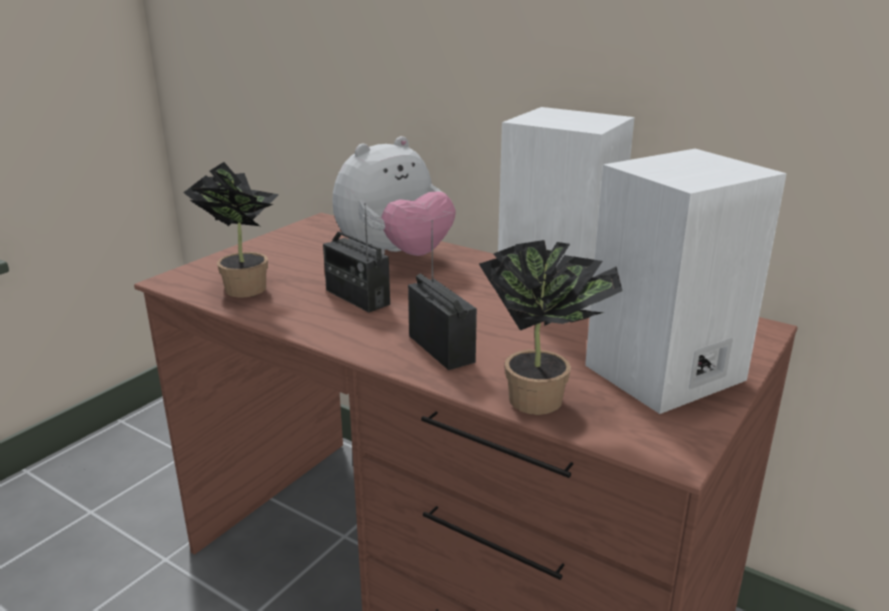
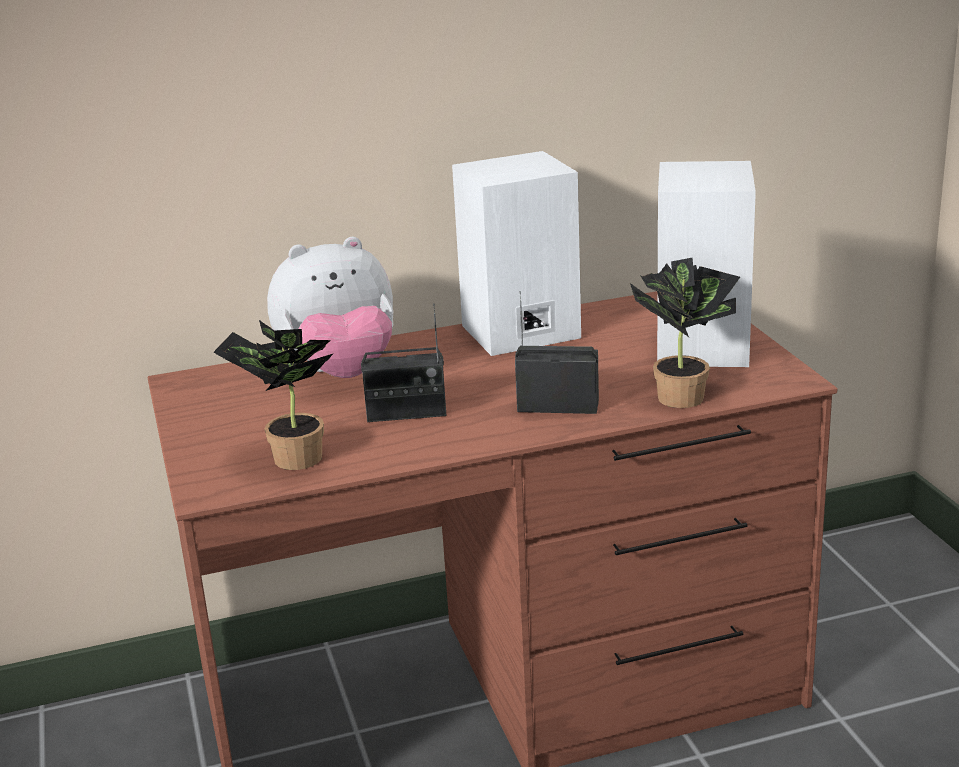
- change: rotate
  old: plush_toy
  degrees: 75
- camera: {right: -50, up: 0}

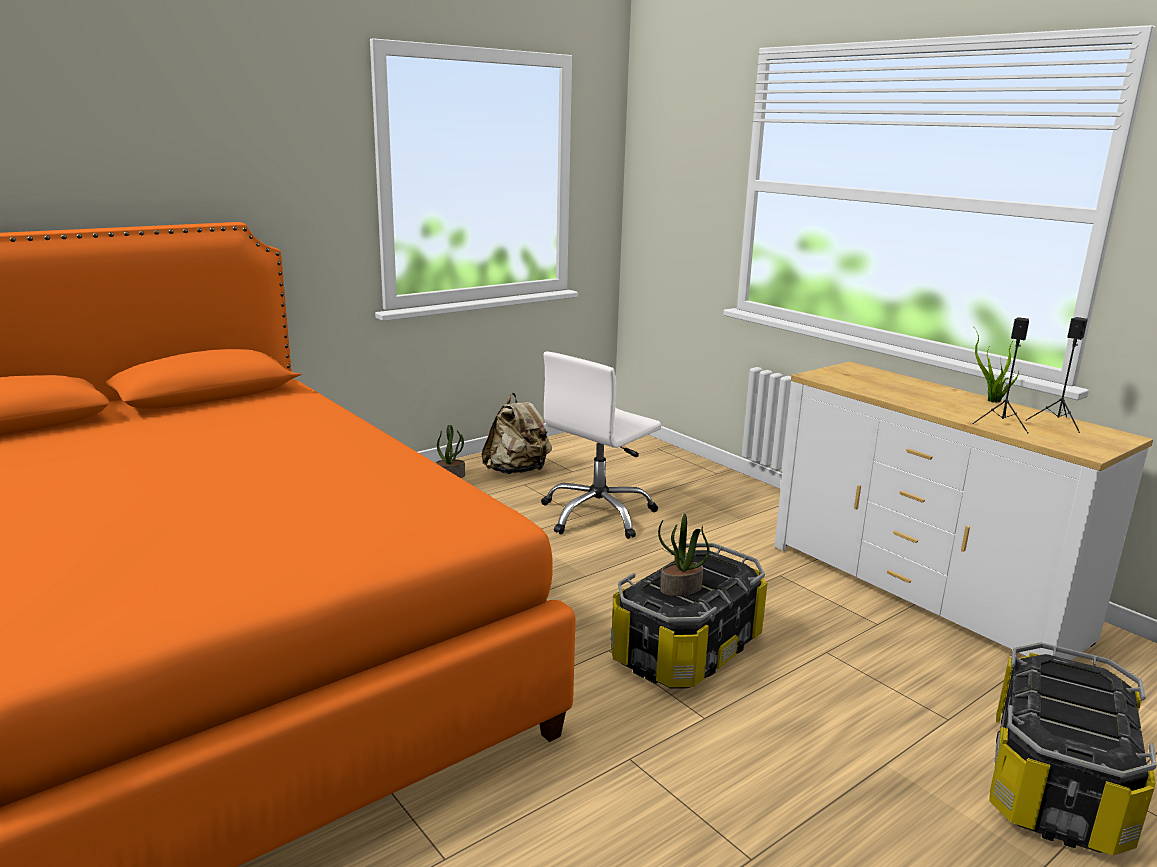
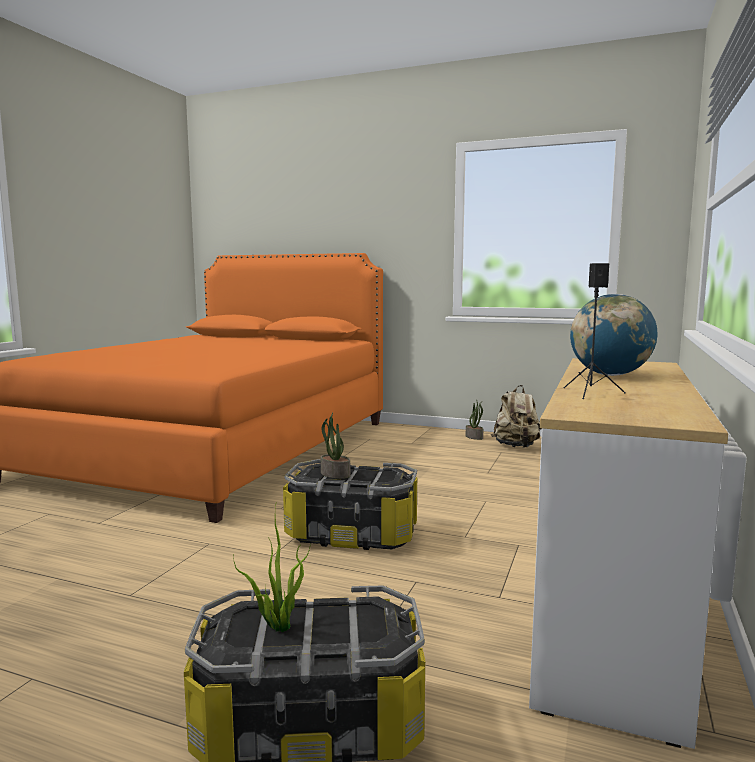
- change: delete
  old: black-coloured_audio_speaker (2nd from left)
- change: move
  old: potted_plant (3rd from left in the first image)
  new: potted_plant (1st from left)
- change: delete
  old: white_office_chair
- change: insert
  new: globe
- camera: {right: 60, up: -10}

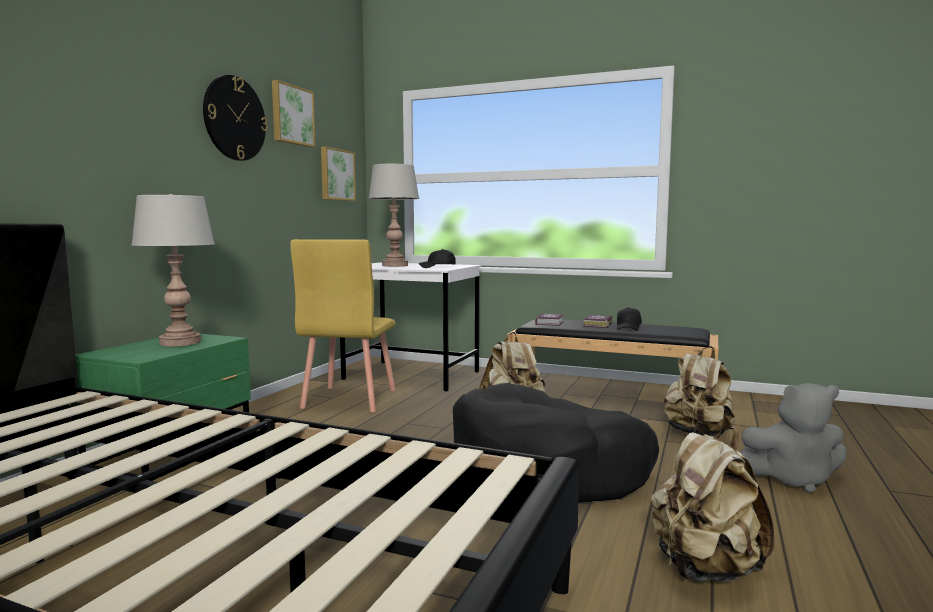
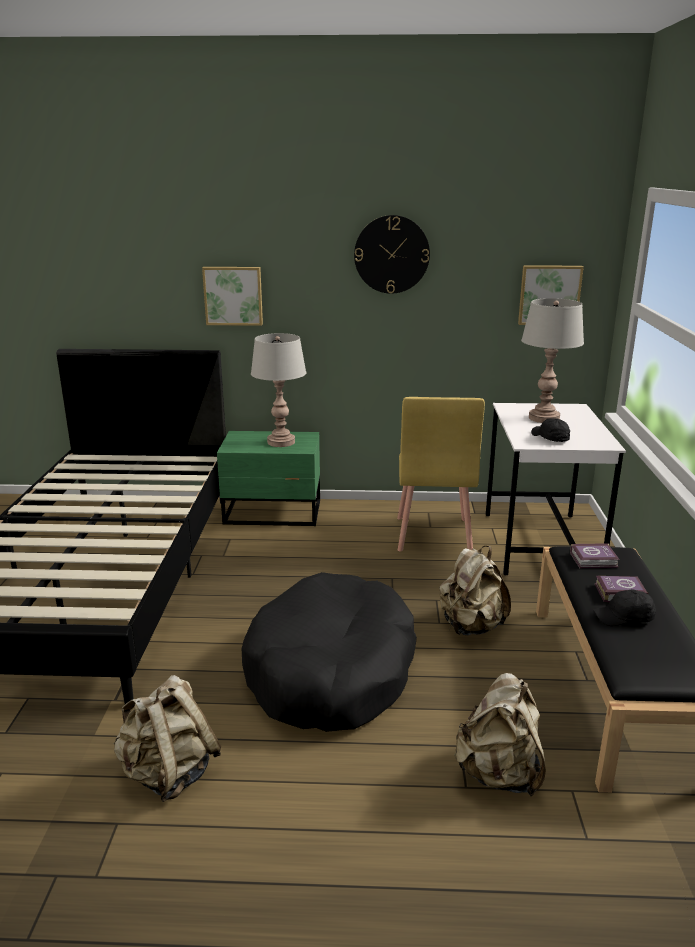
- change: move
  old: wall_art (1st from left)
- change: rotate
  old: yellow-coloured_upright_chair
  degrees: -75
- change: delete
  old: grey_plush_toy
- camera: {right: 70, up: 15}

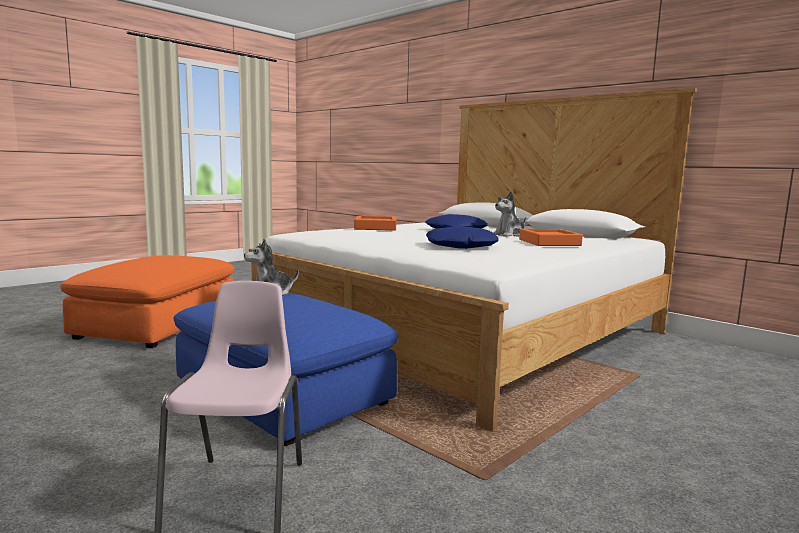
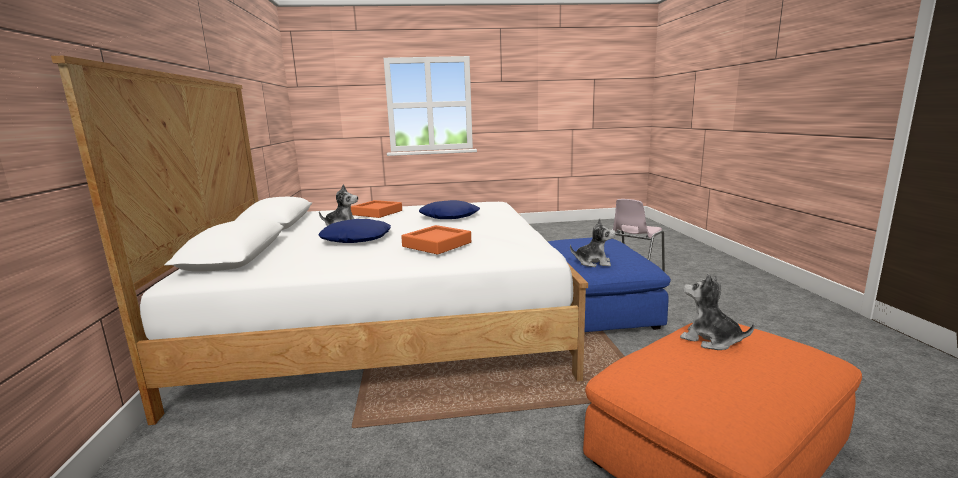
- change: insert
  new: plush_toy (3rd from left)
- camera: {right: -140, up: 5}

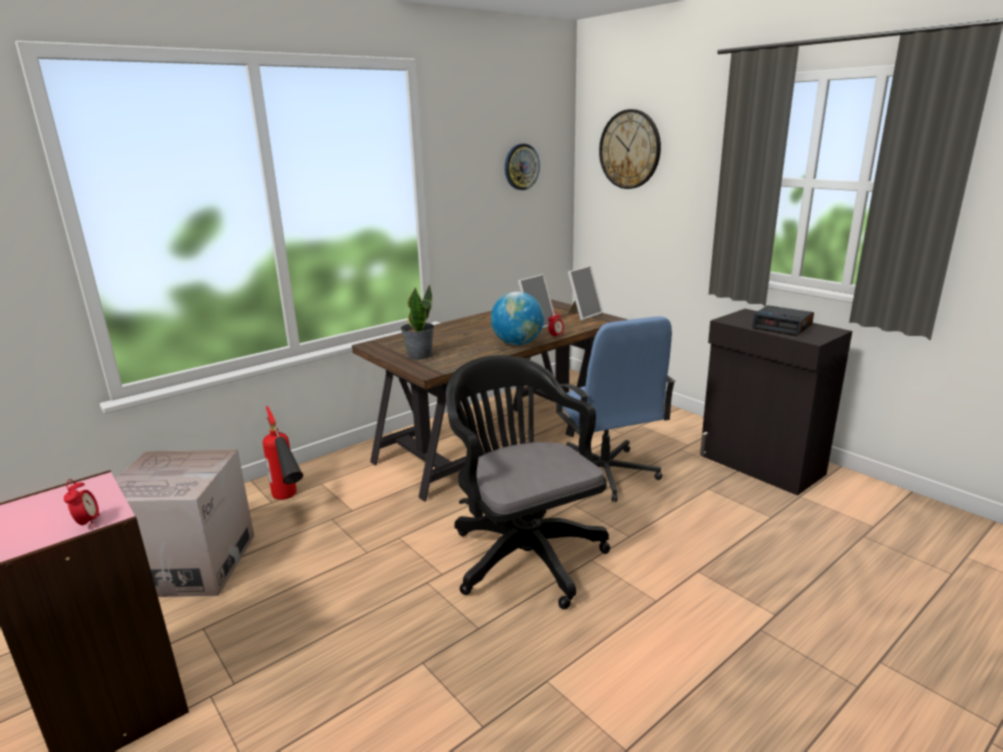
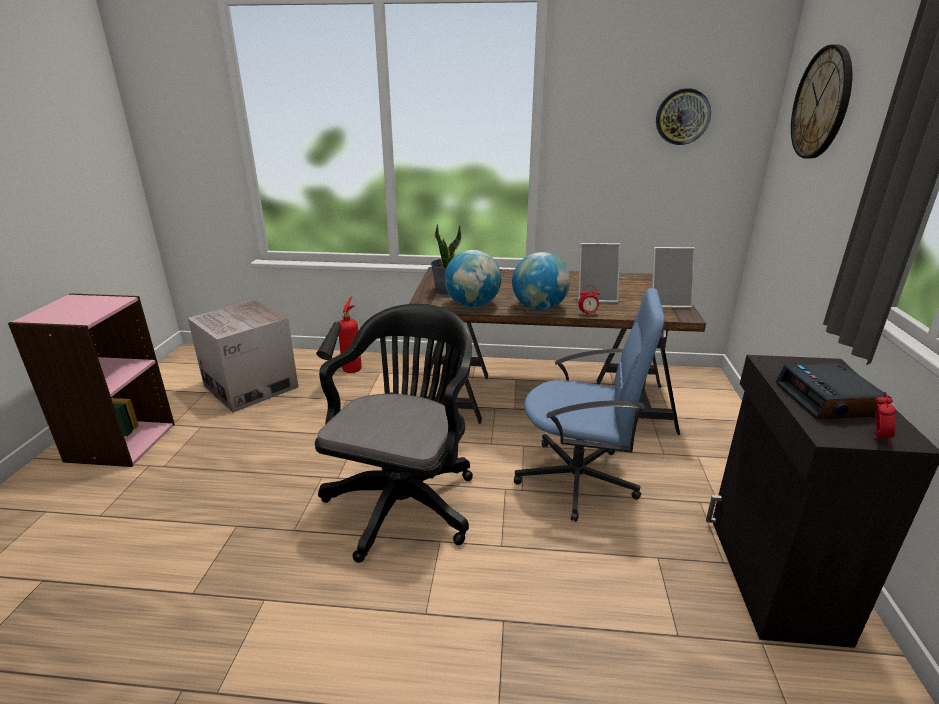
- change: rotate
  old: blue_office_chair
  degrees: -105
- change: move
  old: bedside_clock (1st from left in the first image)
  new: bedside_clock (3rd from left)
- change: insert
  new: globe (1st from left)
- camera: {right: 45, up: 5}

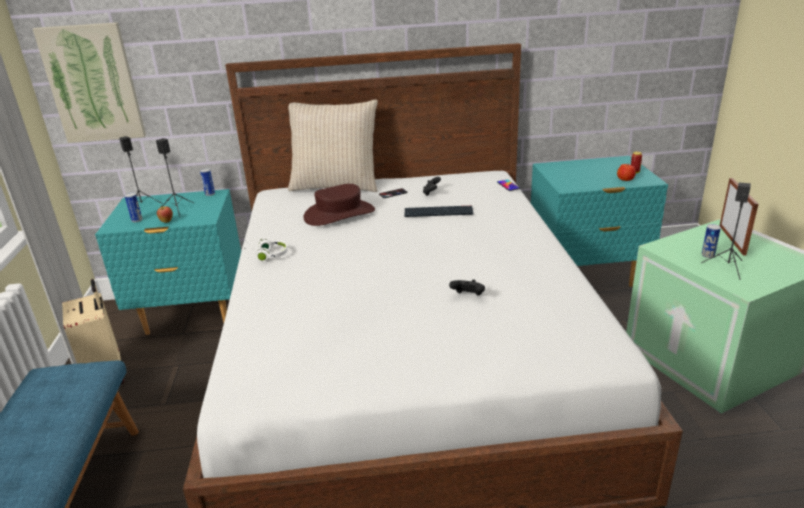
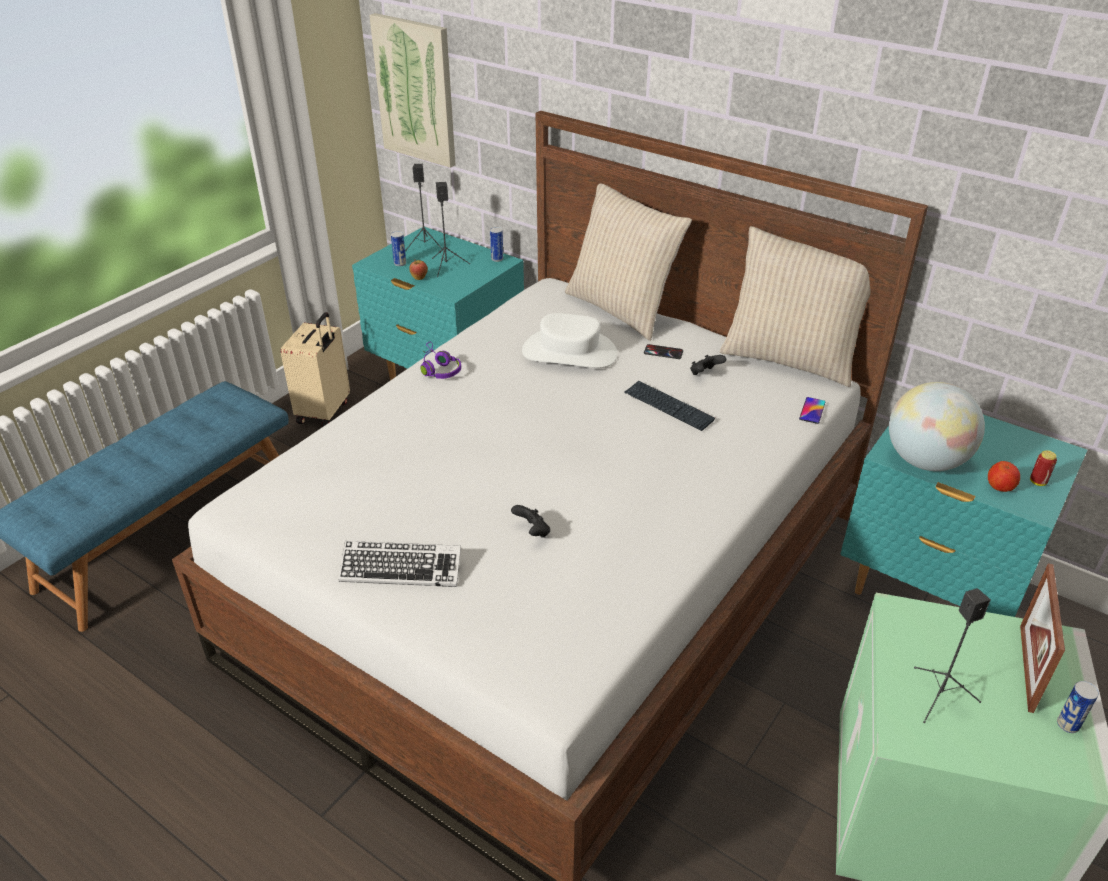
- change: rotate
  old: standing_frame
  degrees: 150
- change: recolor
  old: brown_hat
  new: white_hat
- change: move
  old: metal_can (4th from left)
- change: recolor
  old: white_headset
  new: purple_headset
- change: insert
  new: sand-coloured_pillow (2nd from left)
- change: insert
  new: globe
- change: insert
  new: computer_keyboard (1st from left)
- camera: {right: 40, up: 10}

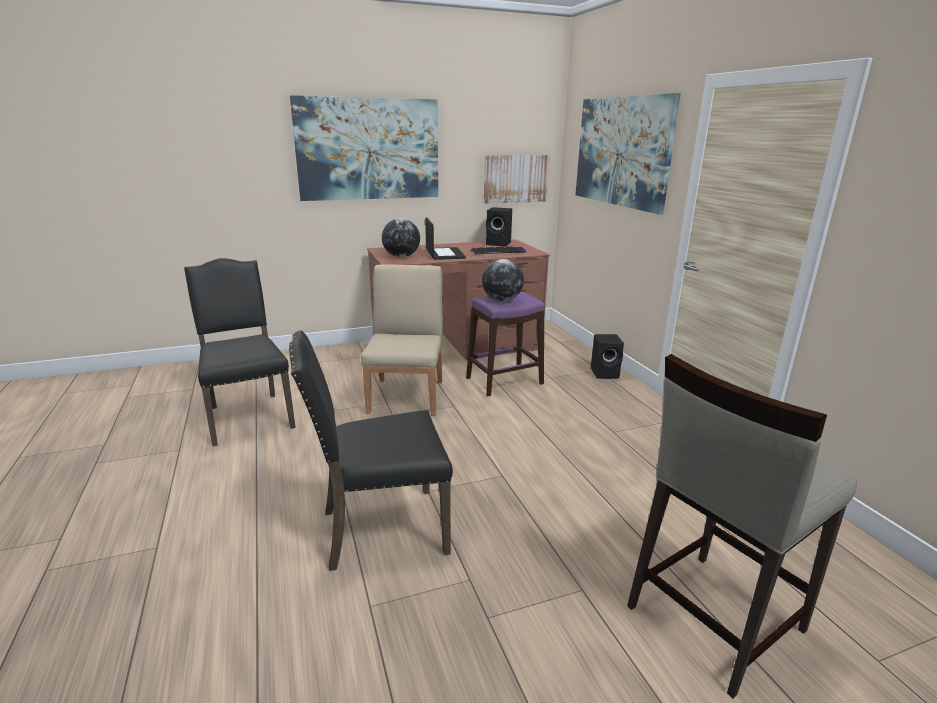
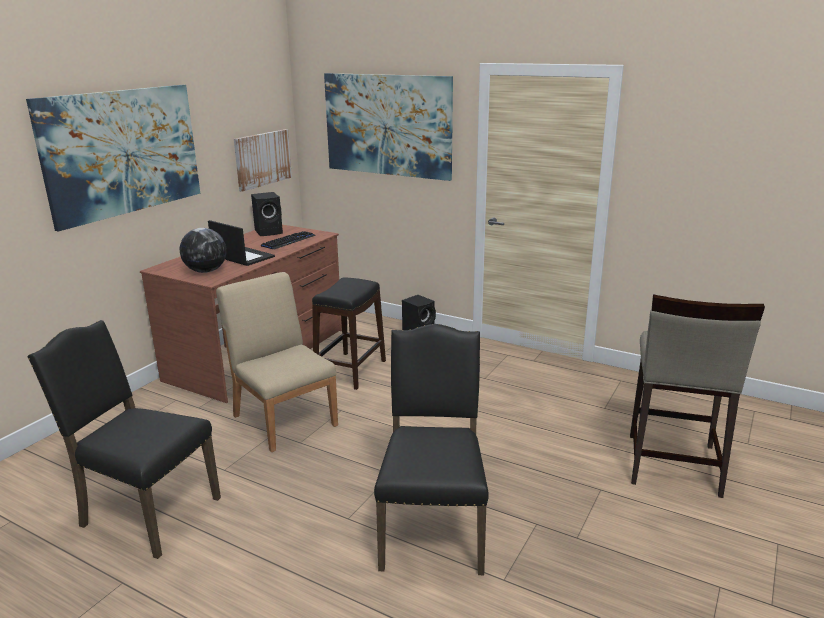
- change: delete
  old: globe (2nd from left)
- change: recolor
  old: purple_stool_seat
  new: black-coloured_stool_seat
- change: rotate
  old: black-coloured_upright_chair (2nd from left)
  degrees: 150
- camera: {right: -40, up: 0}

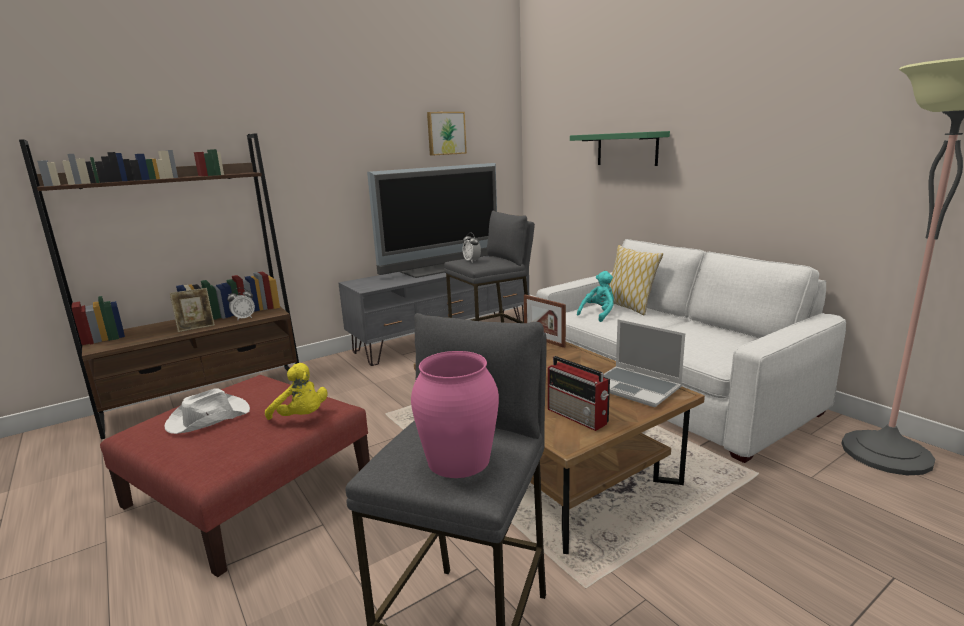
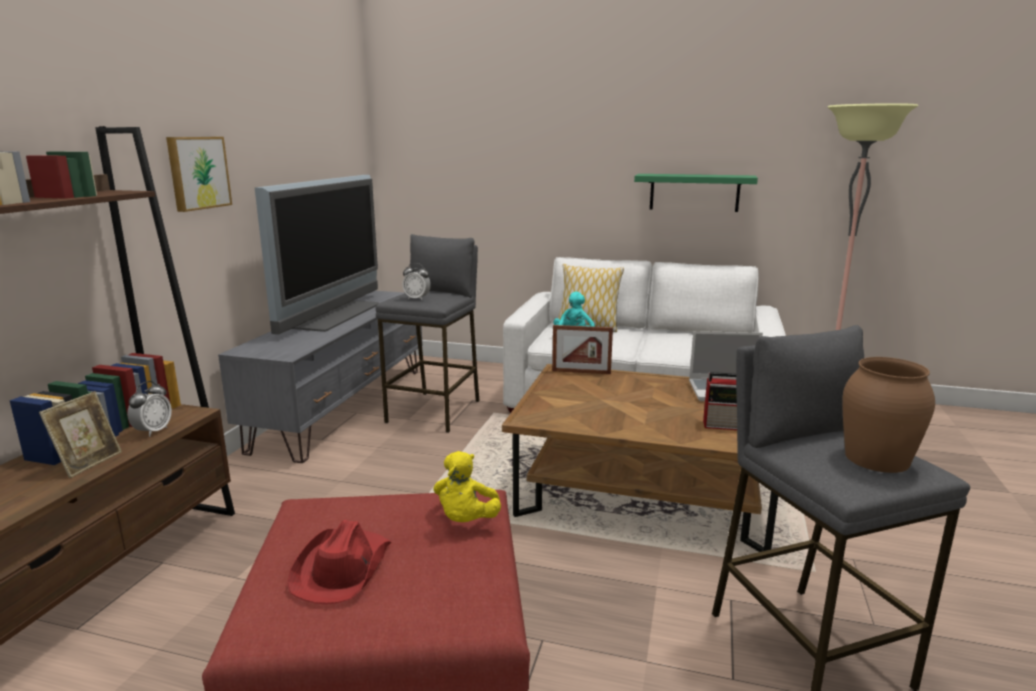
- change: move
  old: wall_art
- change: move
  old: green-coloured_shelf
- change: recolor
  old: pink_decorative_vase
  new: brown_decorative_vase
- change: rotate
  old: yellow-coloured_plush_toy
  degrees: 105
- change: recolor
  old: white_hat
  new: reddish_hat
- camera: {right: -40, up: 0}

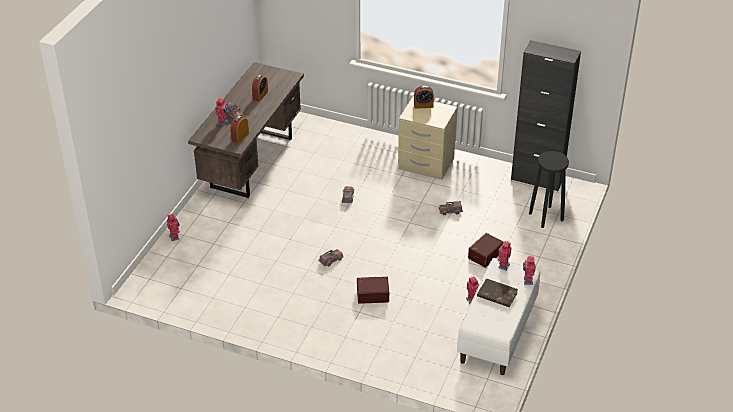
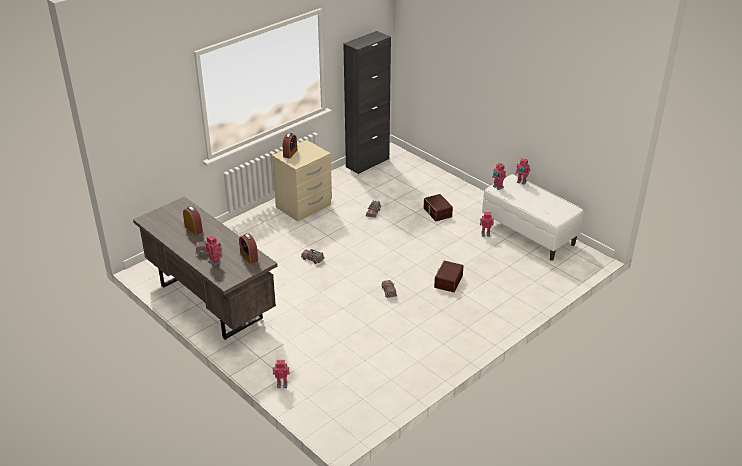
- change: delete
  old: black-coloured_stool_seat
- change: delete
  old: brown_volume
- camera: {right: -65, up: -5}

